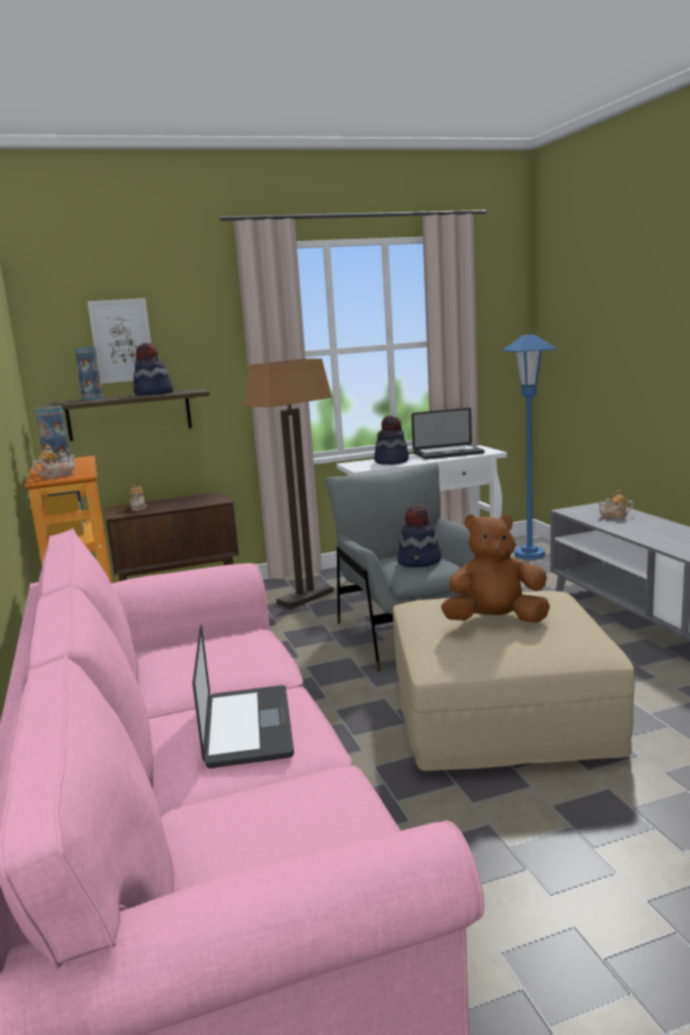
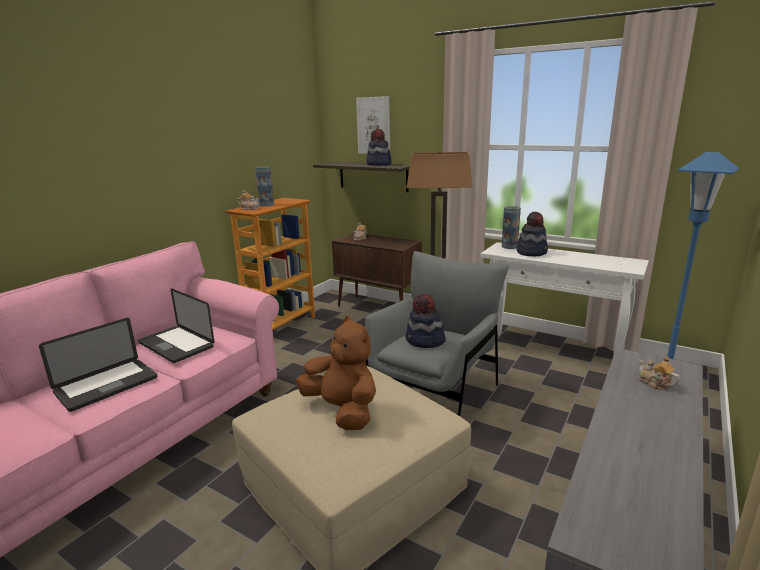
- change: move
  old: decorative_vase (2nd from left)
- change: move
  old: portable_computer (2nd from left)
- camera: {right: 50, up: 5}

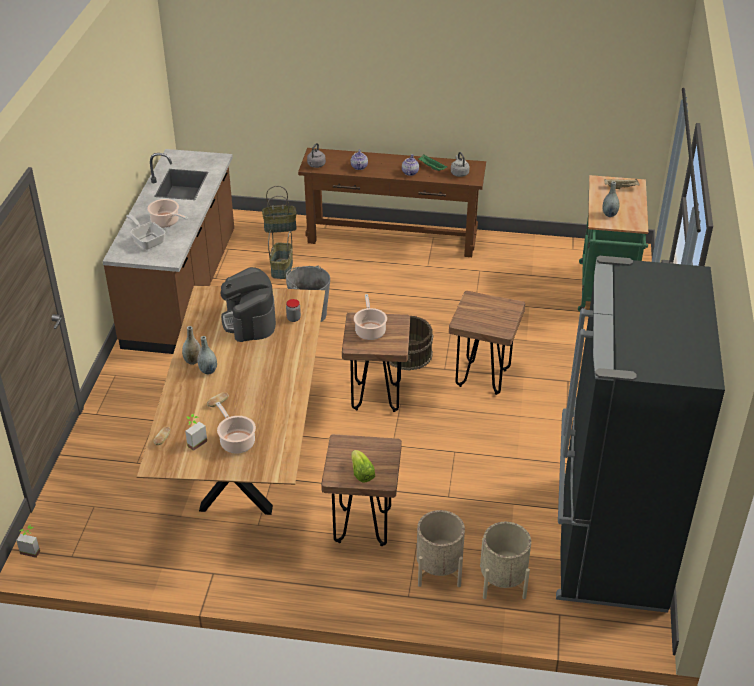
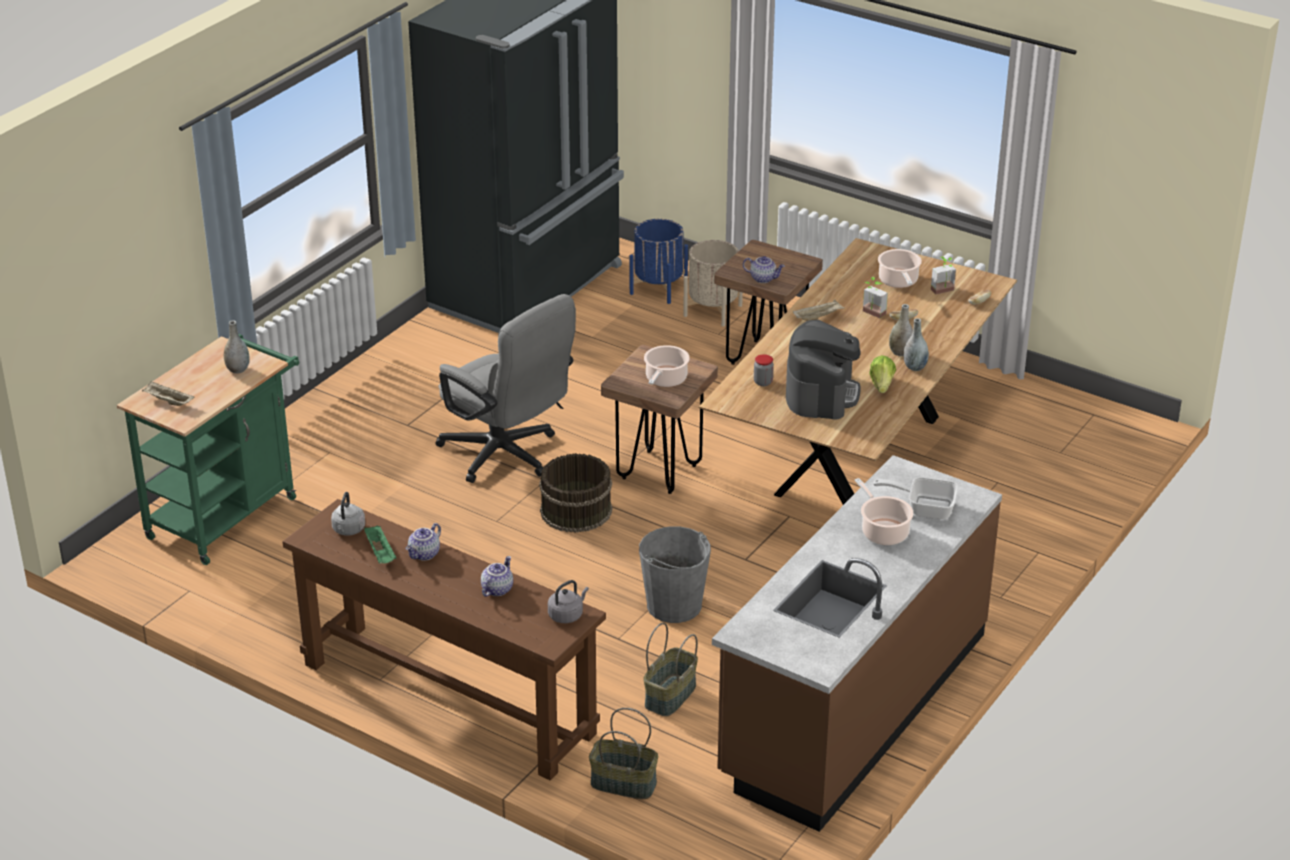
- change: rotate
  old: pan
  degrees: 120
- change: replace
  old: brown_stool_seat (3rd from left)
  new: grey_office_chair
- change: move
  old: head_of_lettuce
- change: recolor
  old: sand-coloured_plant_pot (2nd from left)
  new: blue_plant_pot
- change: move
  old: potted_plant (1st from left)
- change: insert
  new: tea_pot (3rd from left)
- change: insert
  new: sand-coloured_serving_tray (2nd from left)
- camera: {right: -155, up: -5}

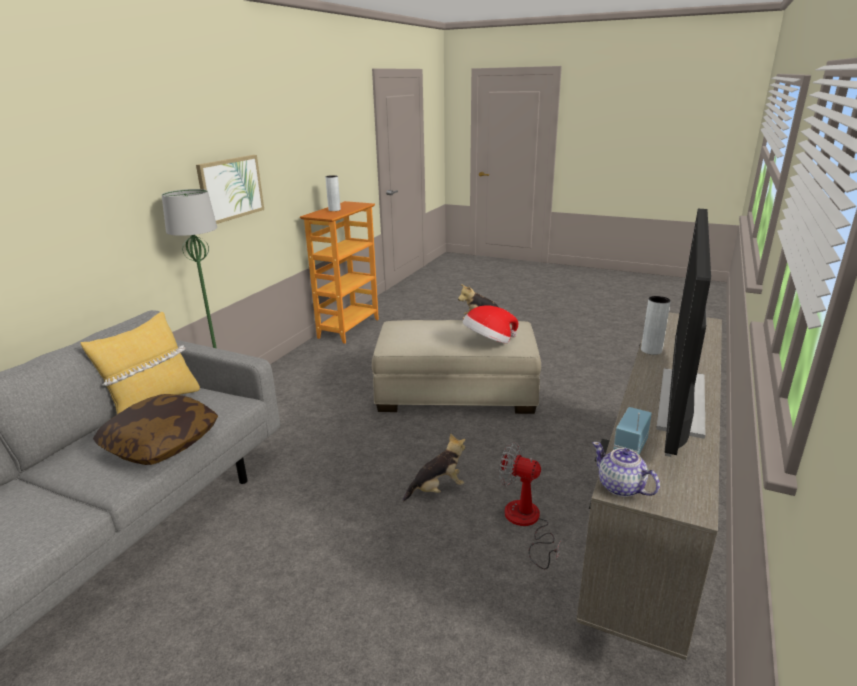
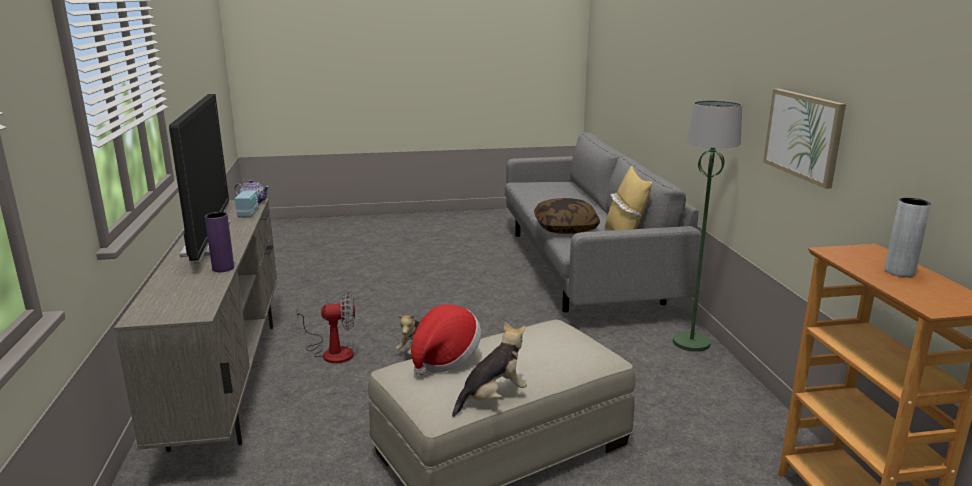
- change: recolor
  old: grey_decorative_vase (2nd from left)
  new: purple_decorative_vase
- camera: {right: 145, up: -5}

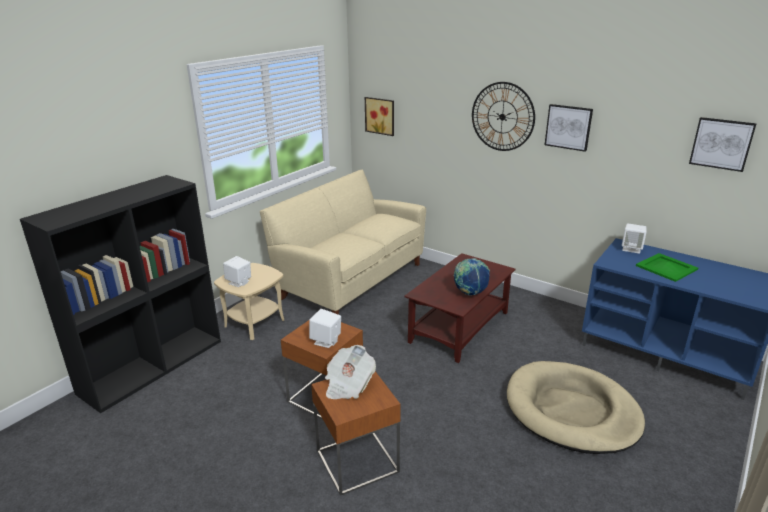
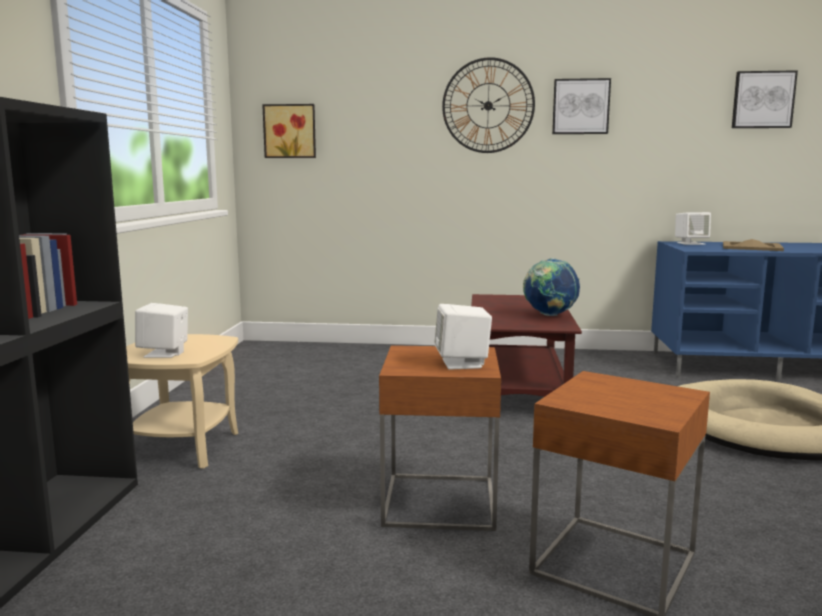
- change: delete
  old: sand-coloured_sofa
- change: recolor
  old: green-coloured_serving_tray
  new: sand-coloured_serving_tray
- change: delete
  old: printed_paper
- camera: {right: -30, up: -15}

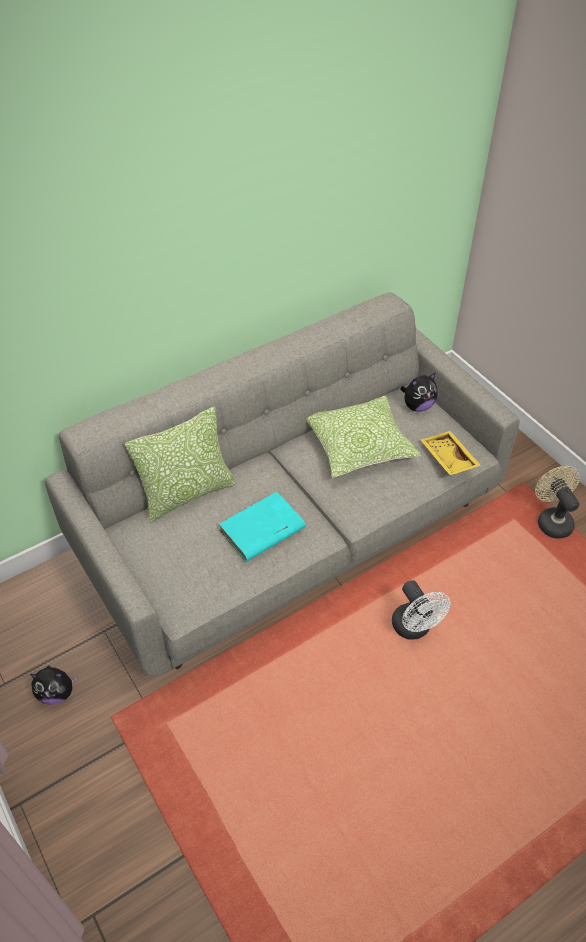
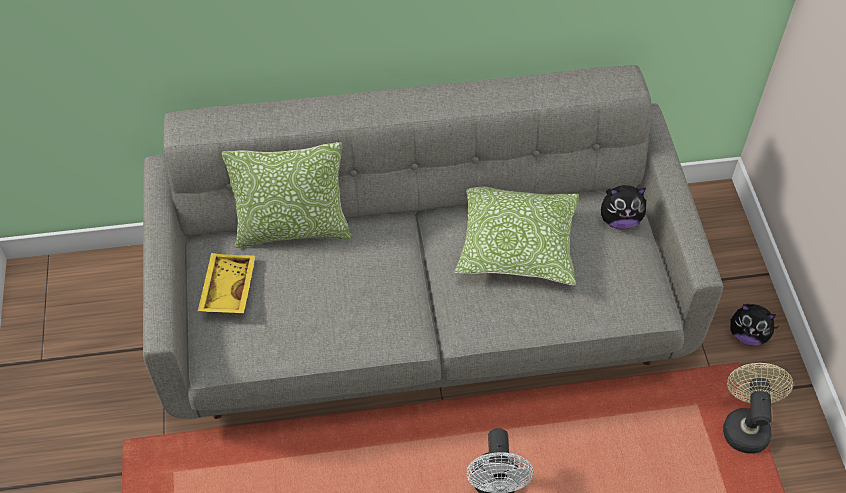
- change: move
  old: yellow-coloured_serving_tray
- change: delete
  old: turquoise_volume
- change: move
  old: plush_toy (1st from left in the first image)
  new: plush_toy (2nd from left)
- camera: {right: 25, up: 5}

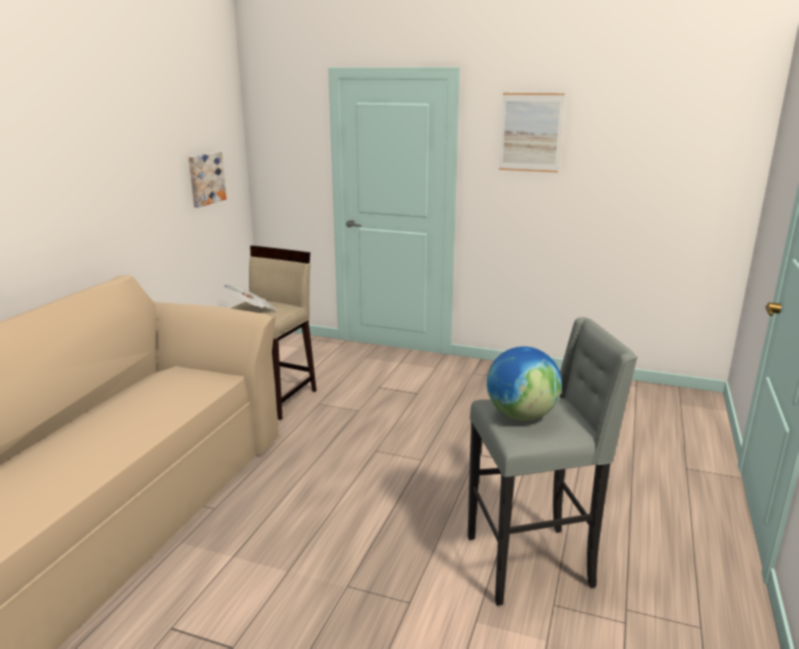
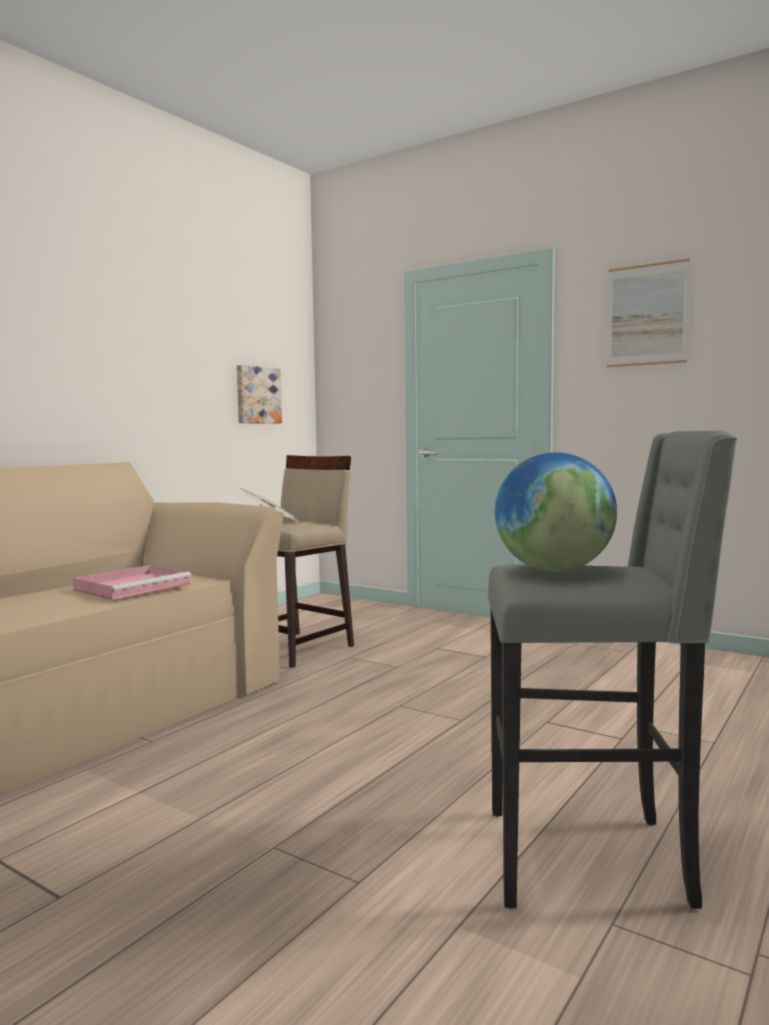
- change: insert
  new: pink_serving_tray
- camera: {right: 15, up: -15}

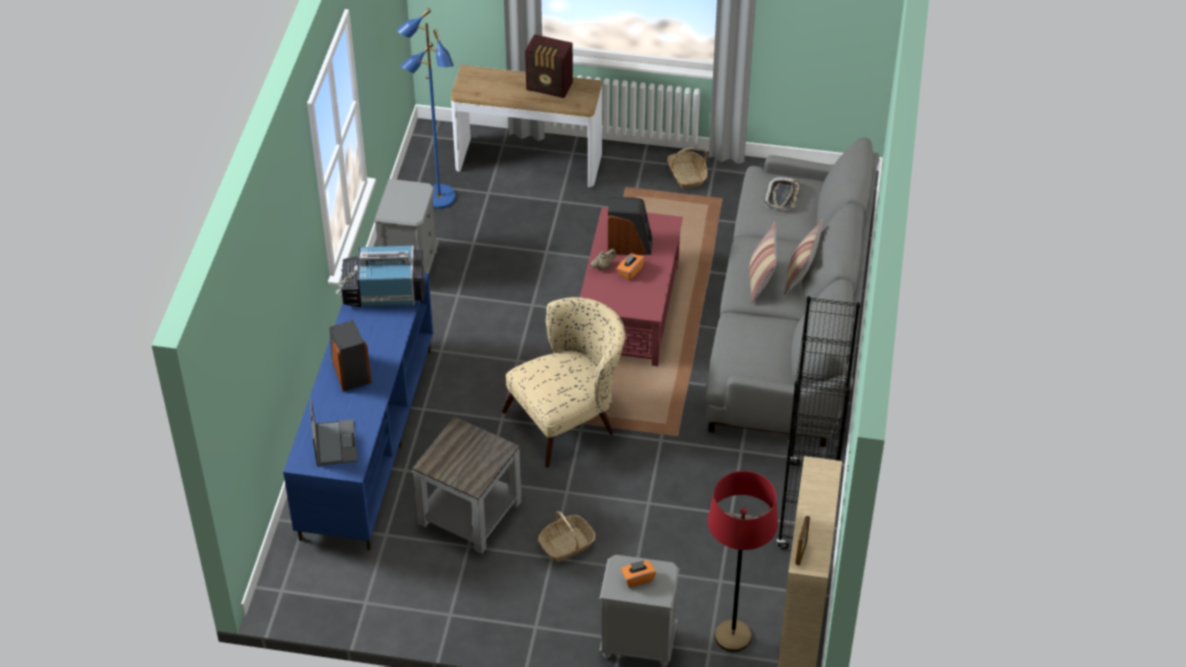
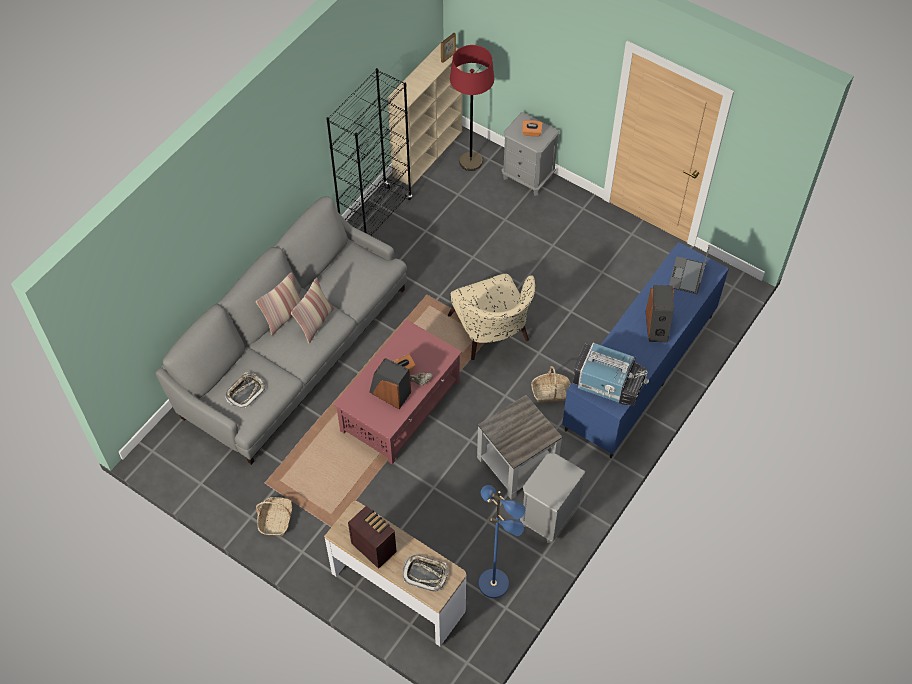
- change: rotate
  old: sand-coloured_armchair
  degrees: -105
- change: move
  old: grey_side_table
- change: move
  old: household_basket (1st from left in the first image)
  new: household_basket (2nd from left)
- change: insert
  new: serving_tray (2nd from left)
- camera: {right: -155, up: 10}

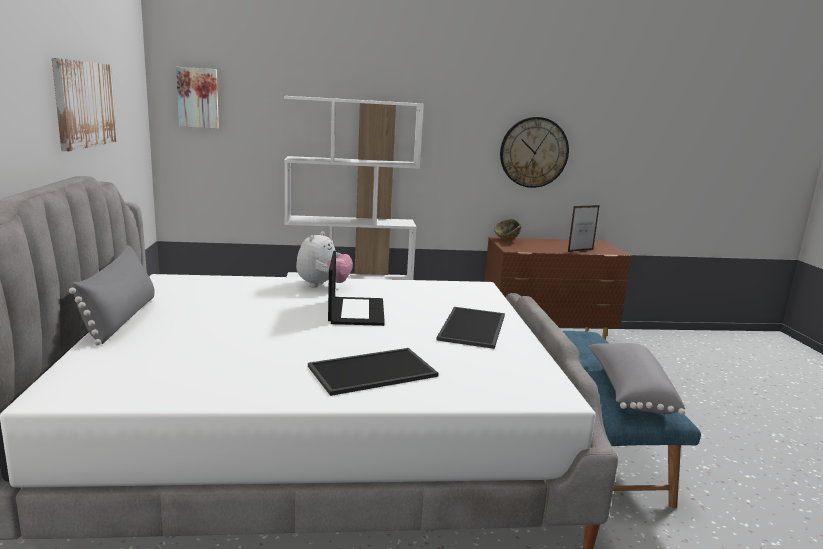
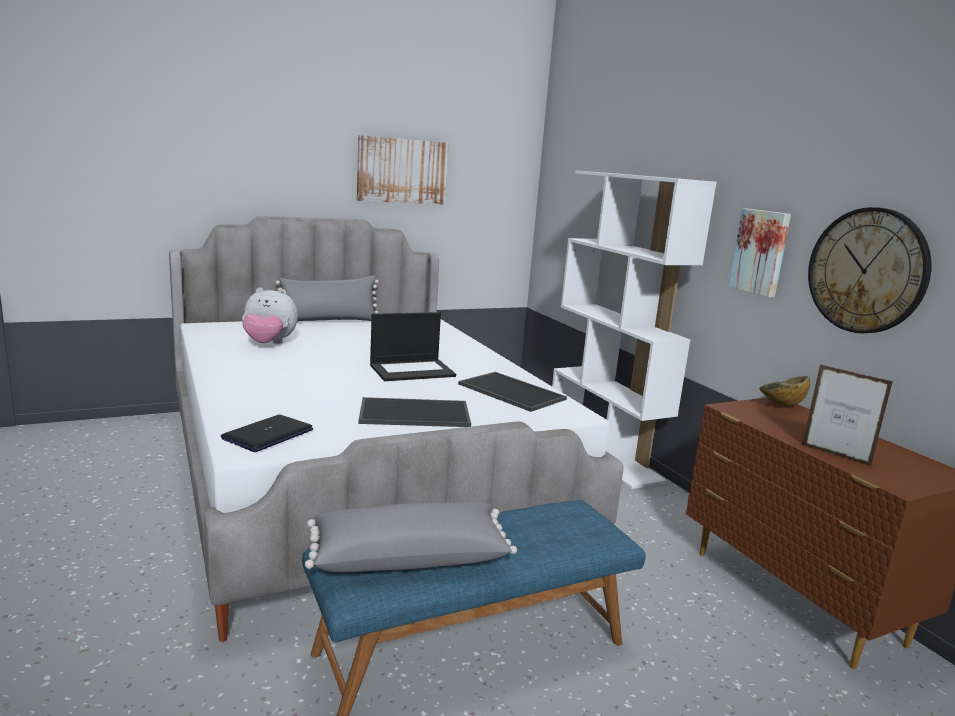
- change: move
  old: wall_art (2nd from left)
- change: move
  old: plush_toy
- change: move
  old: serving_tray (1st from left in the first image)
  new: serving_tray (2nd from left)
- change: insert
  new: portable_computer (1st from left)
- camera: {right: 70, up: 0}

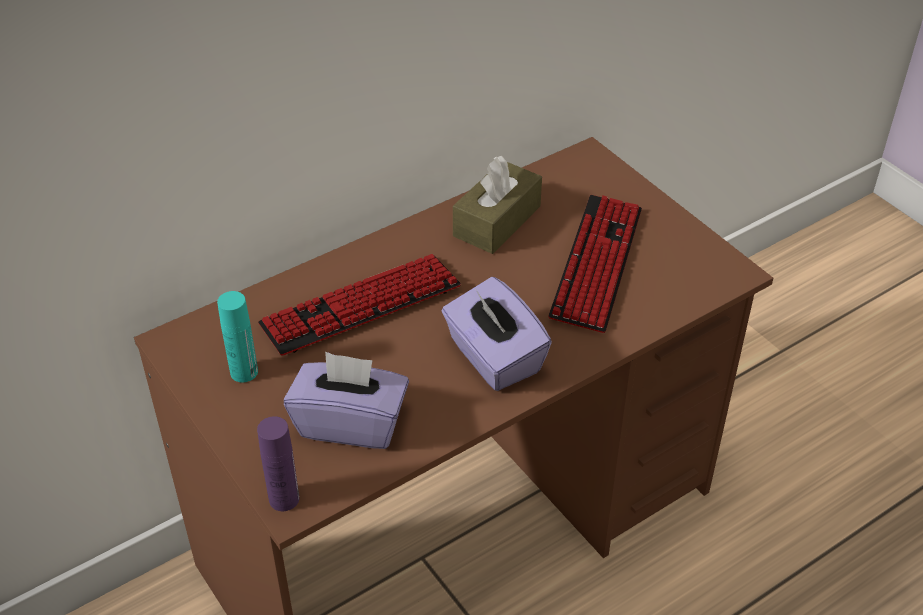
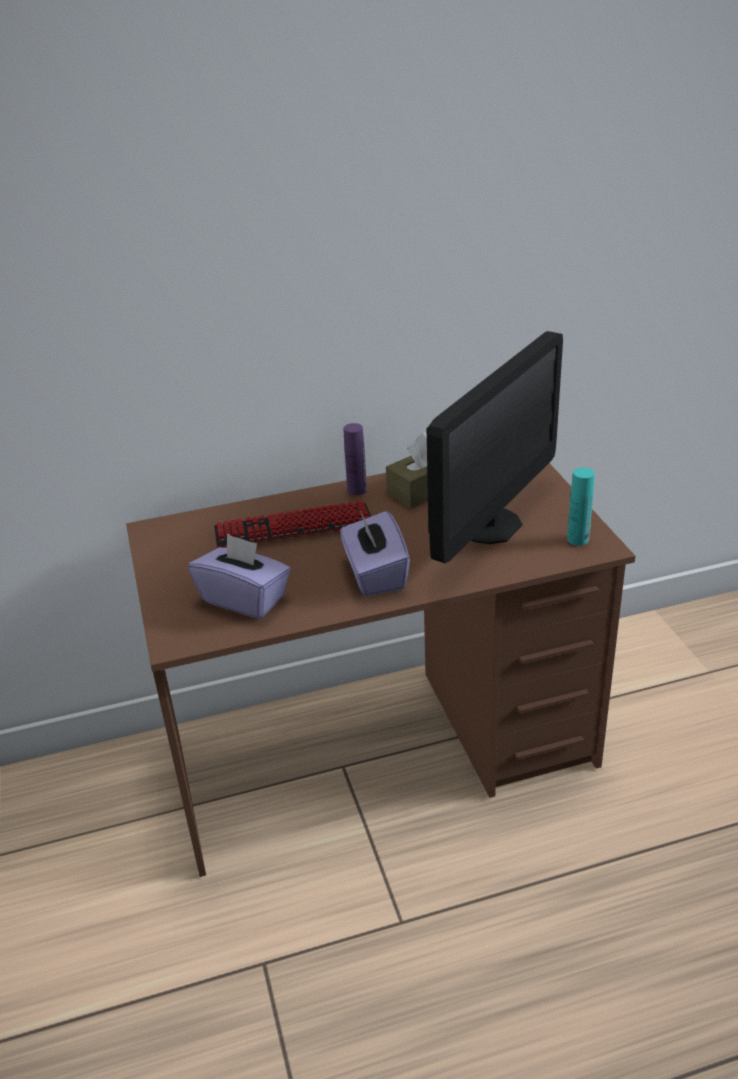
- change: replace
  old: computer_keyboard (2nd from left)
  new: monitor
- change: move
  old: turquoise_bottle
- change: move
  old: purple_bottle
- camera: {right: 20, up: -10}

